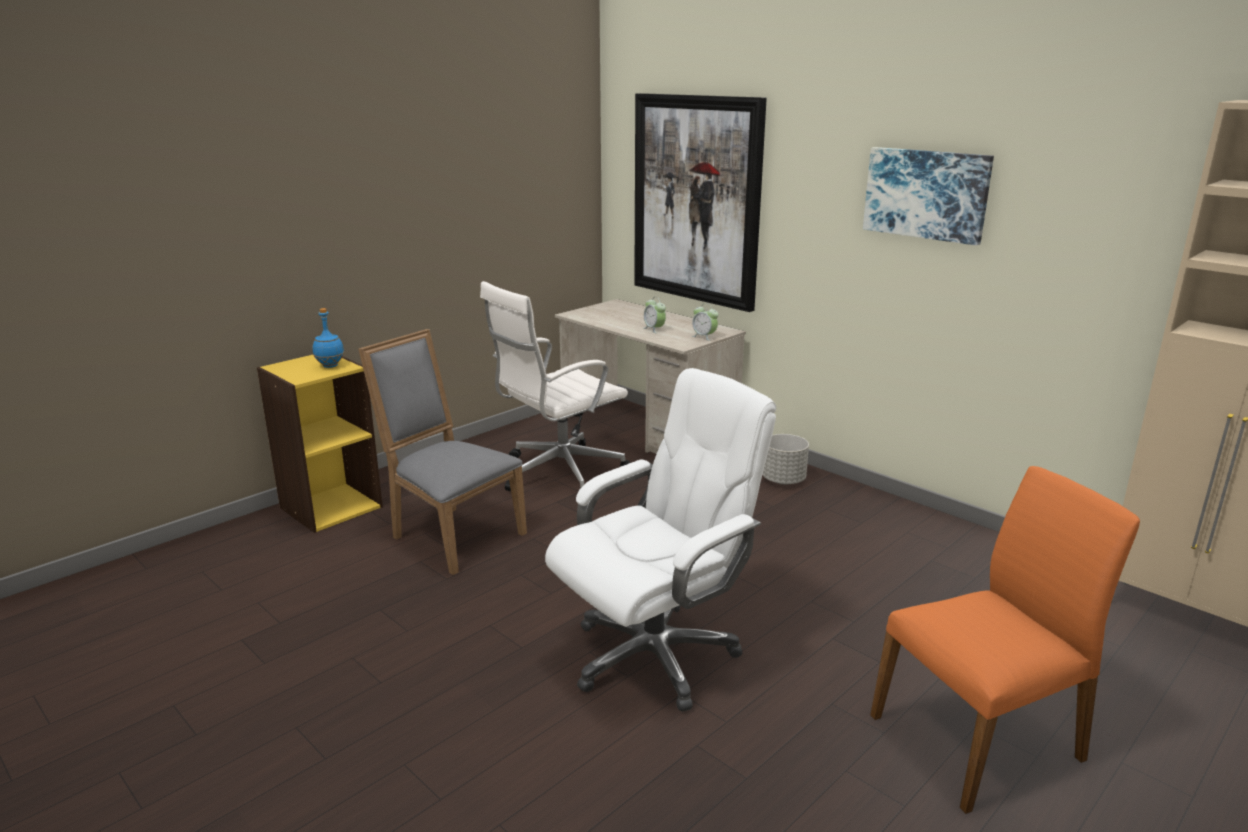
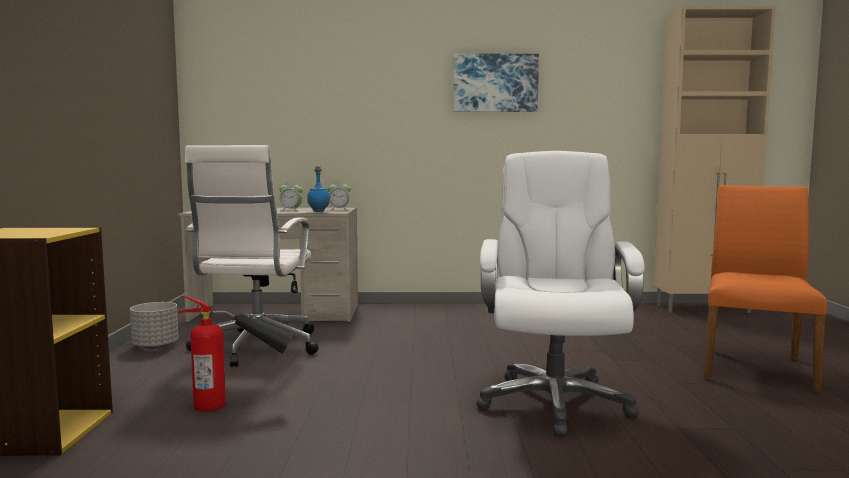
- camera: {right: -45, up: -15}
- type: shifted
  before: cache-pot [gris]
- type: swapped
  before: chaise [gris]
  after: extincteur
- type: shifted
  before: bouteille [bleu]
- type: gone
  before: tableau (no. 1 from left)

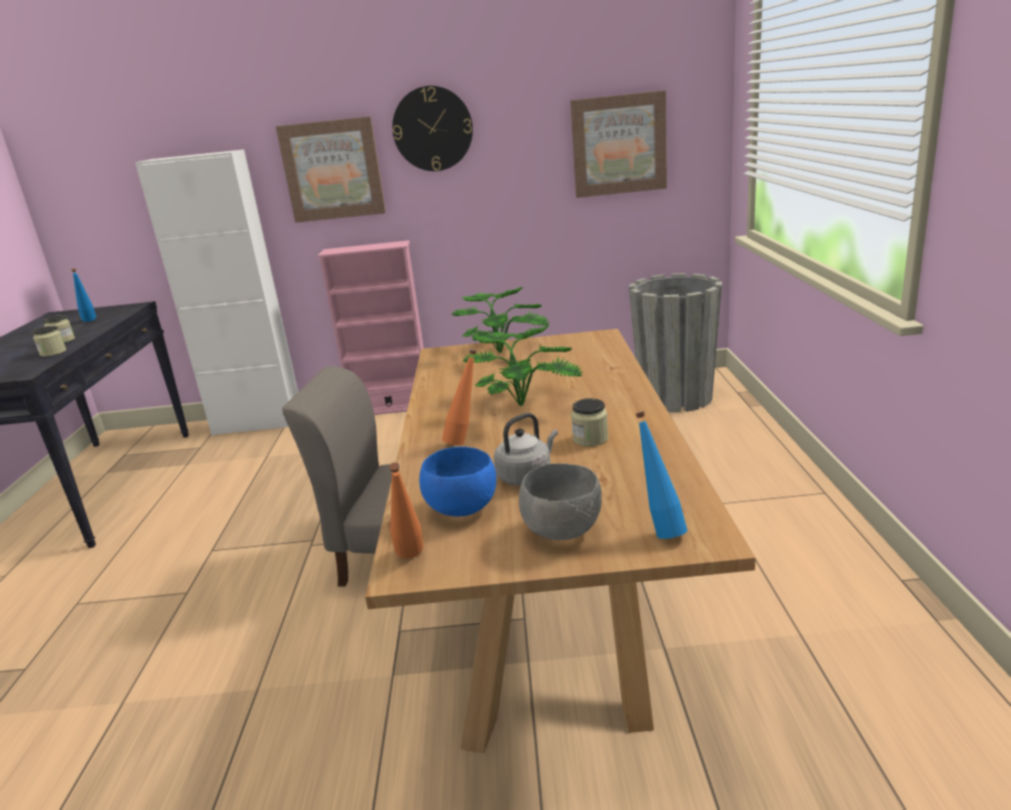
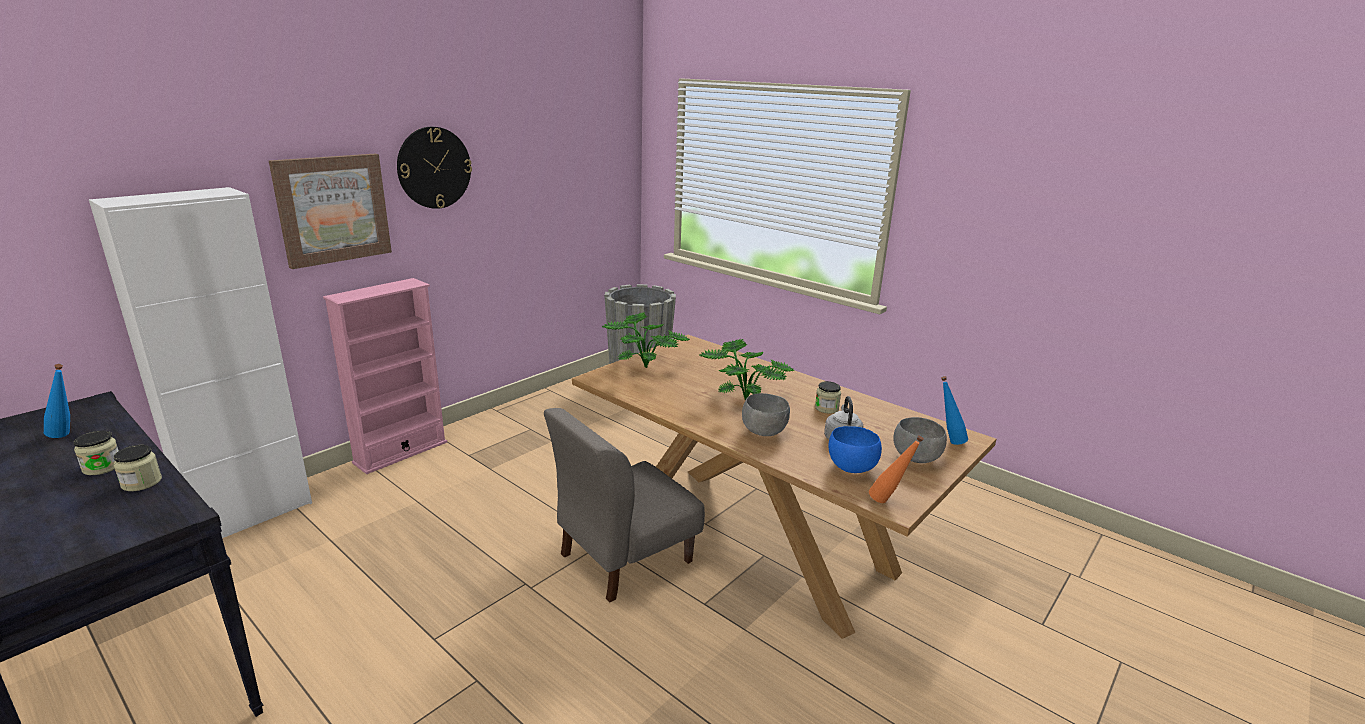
- camera: {right: -50, up: 0}
- type: swapped
  before: bouteille [orange] (no. 2 from left)
  after: bol [gris] (no. 1 from left)
- type: gone
  before: tableau (no. 2 from left)

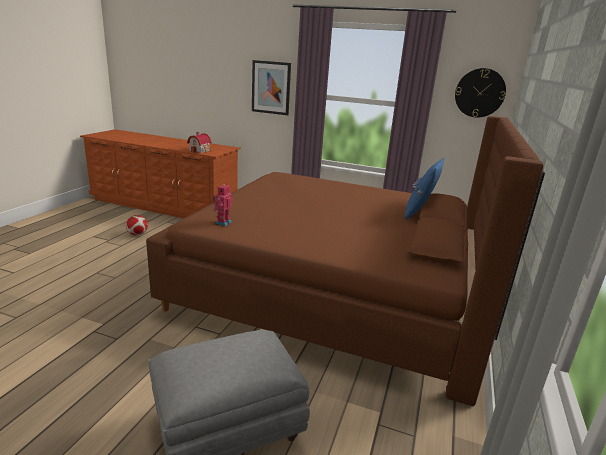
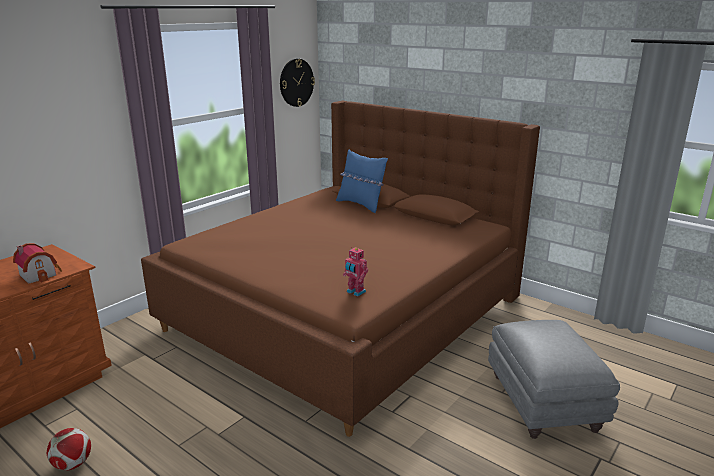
- camera: {right: -70, up: 0}
- type: gone
  before: tableau

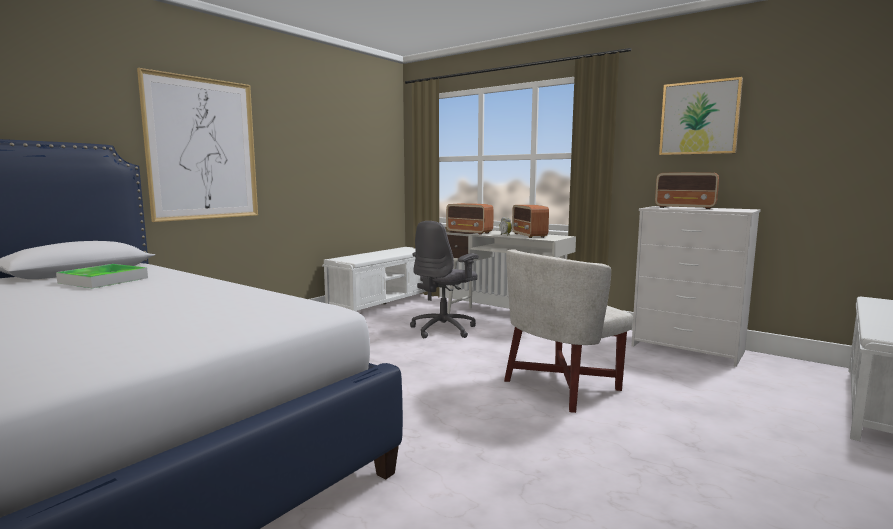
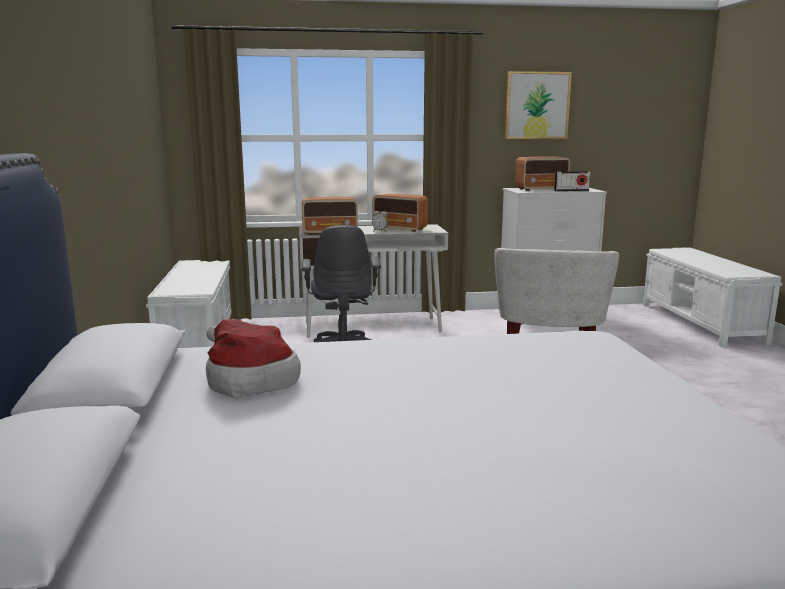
- camera: {right: -45, up: 5}
- type: swapped
  before: plateau
  after: chapeau
- type: new
  after: radio (no. 4 from left)
- type: gone
  before: tableau (no. 1 from left)

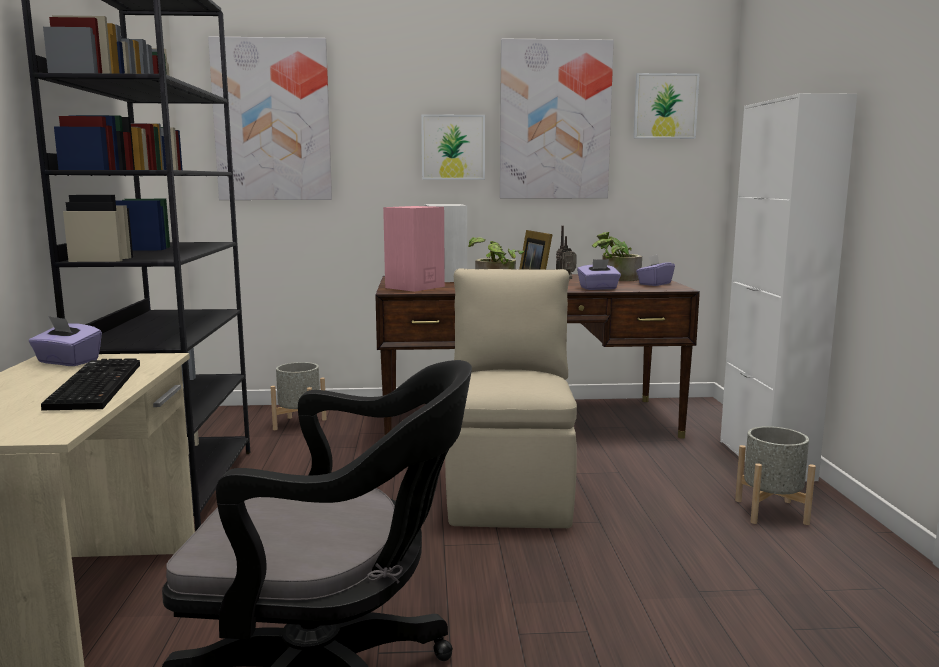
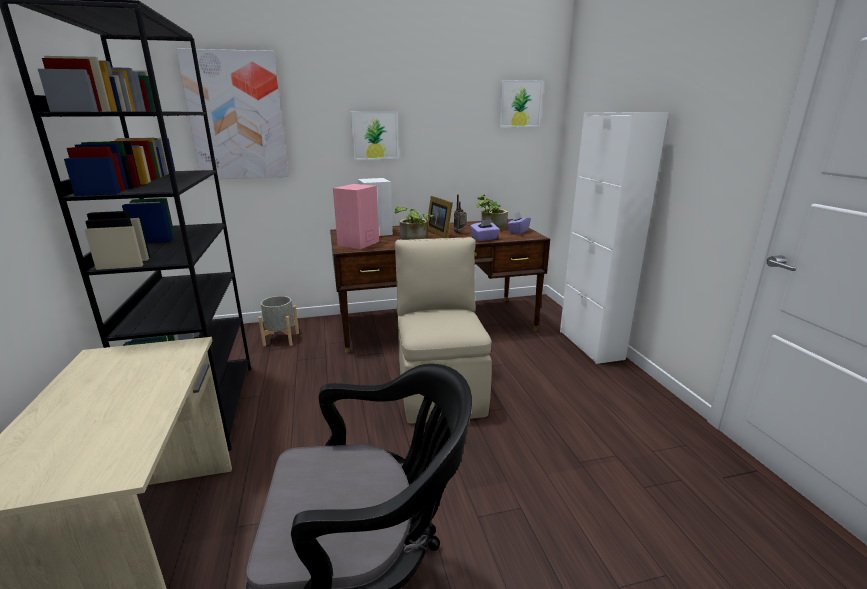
- camera: {right: -10, up: 10}
- type: gone
  before: boîte à mouchoirs [violet] (no. 1 from left)
- type: gone
  before: clavier
- type: gone
  before: tableau (no. 3 from left)
- type: gone
  before: cache-pot [gris] (no. 2 from left)

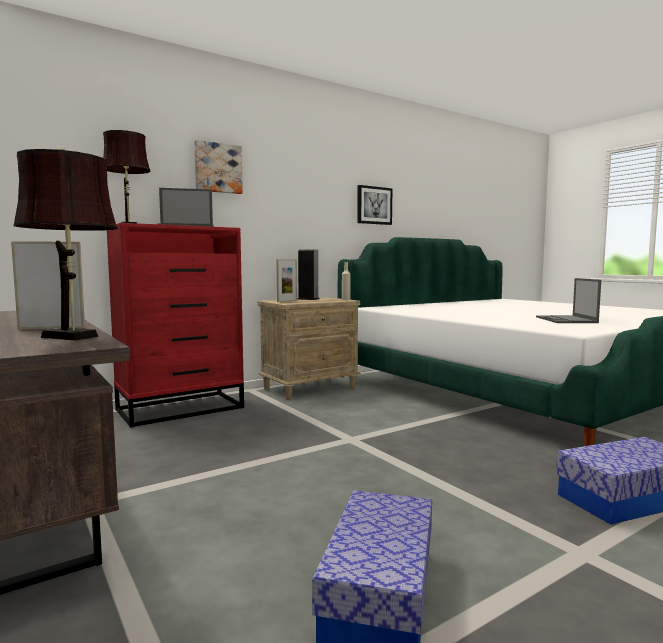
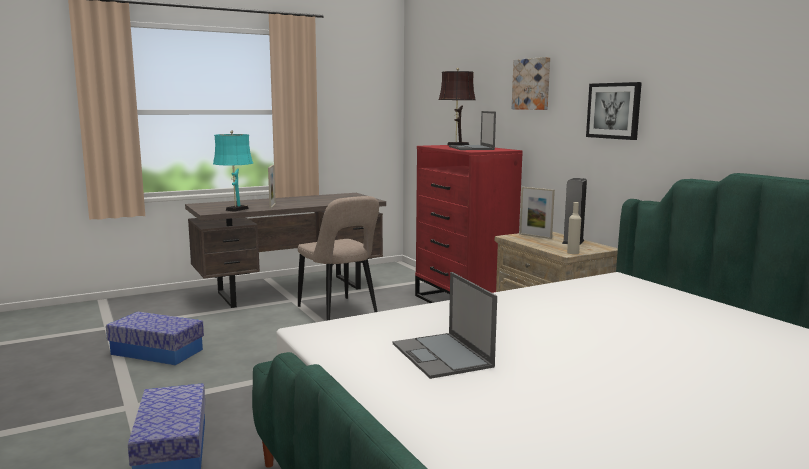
- camera: {right: 95, up: 5}
- type: repainted
  before: lampe de table [marron] (no. 1 from left)
  after: lampe de table [turquoise]
- type: new
  after: chaise [beige]
- type: rotated
  before: ordinateur portable (no. 2 from left in the first image)
  turn: -120
- type: shifted
  before: tableau (no. 2 from left)

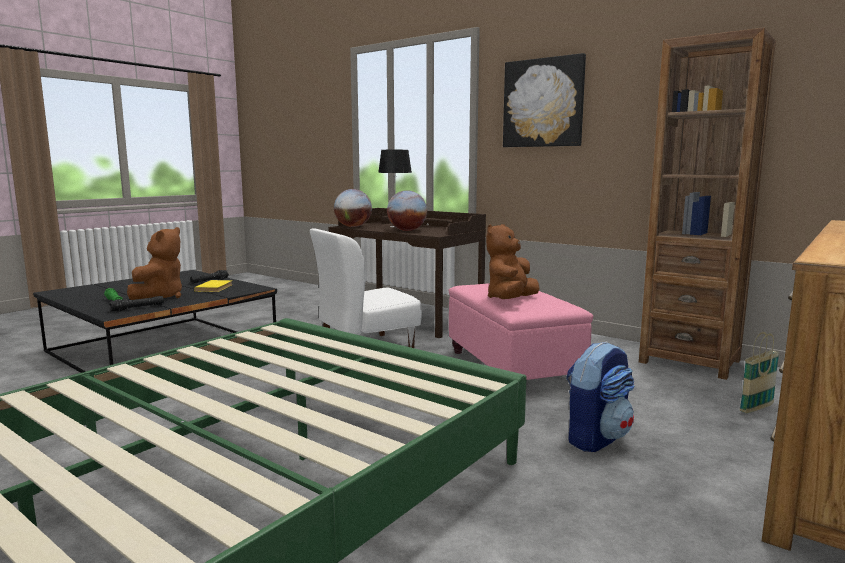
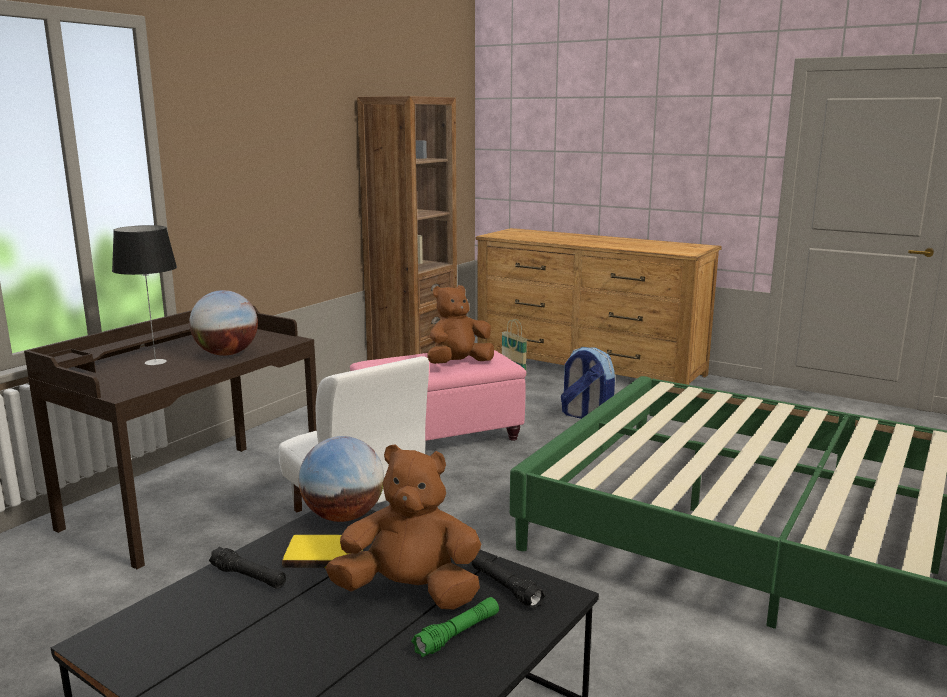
- camera: {right: -95, up: 5}
- type: shifted
  before: globe (no. 1 from left in the first image)
  after: globe (no. 2 from left)
- type: rotated
  before: peluche [marron] (no. 2 from left)
  turn: 120
- type: gone
  before: tableau

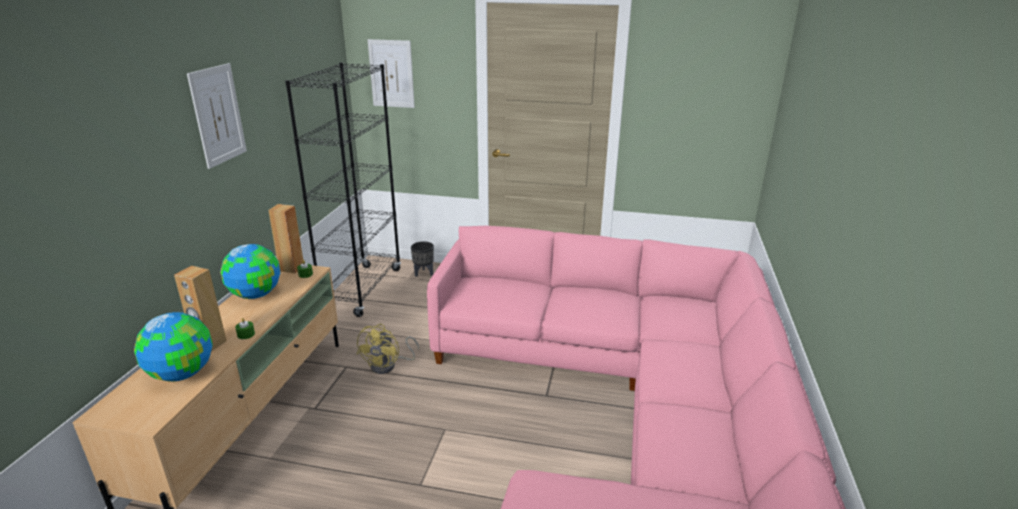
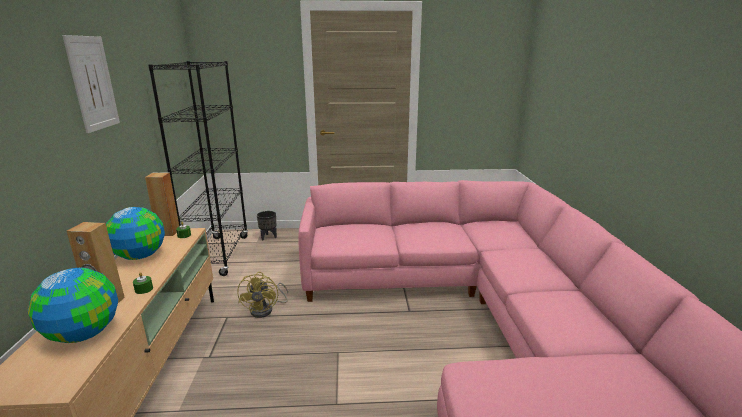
- camera: {right: -15, up: -5}
- type: gone
  before: tableau (no. 2 from left)

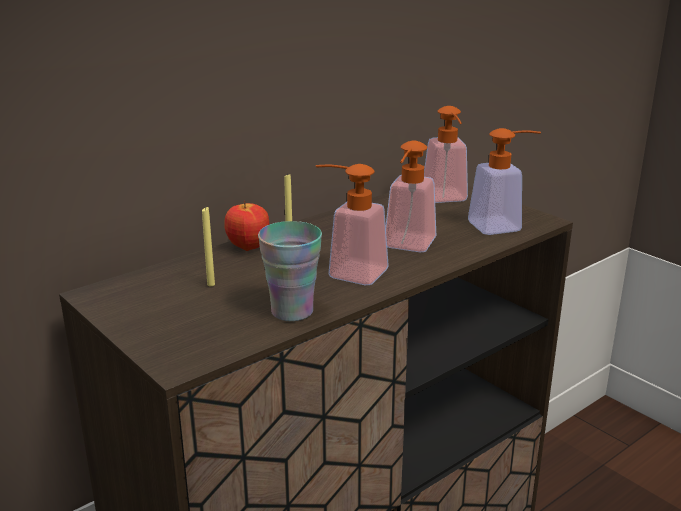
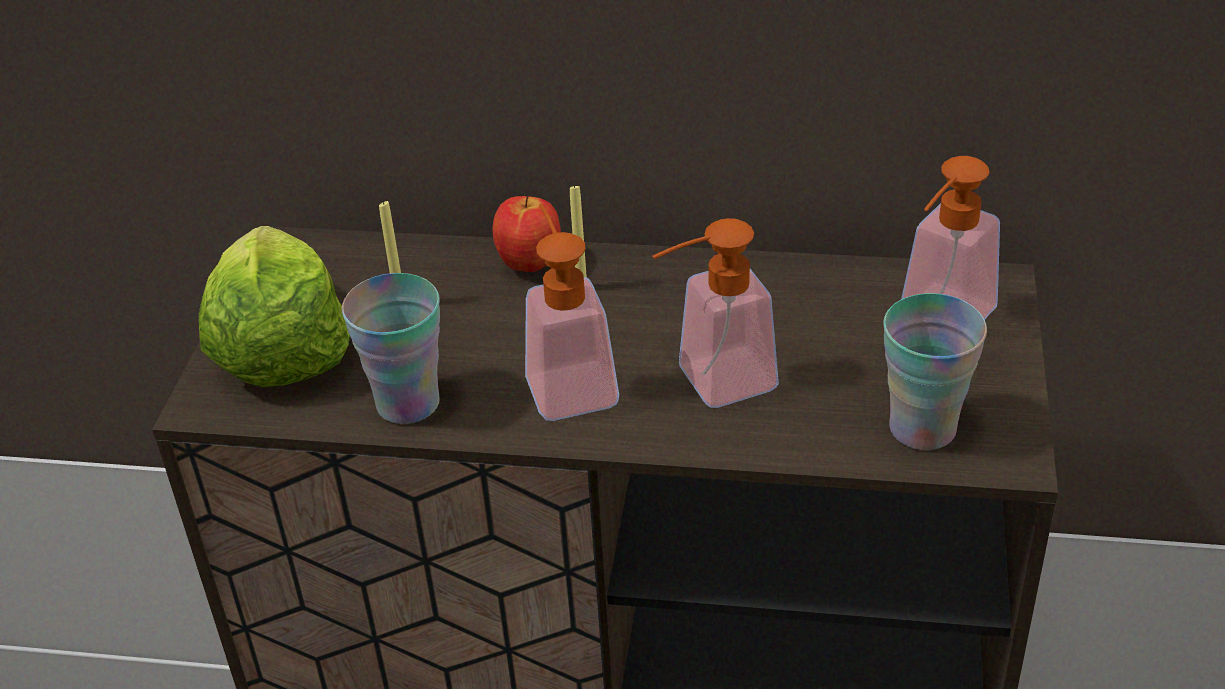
- camera: {right: 50, up: 15}
- type: new
  after: laitue
- type: swapped
  before: distributeur de savon (no. 4 from left)
  after: tasse (no. 2 from left)

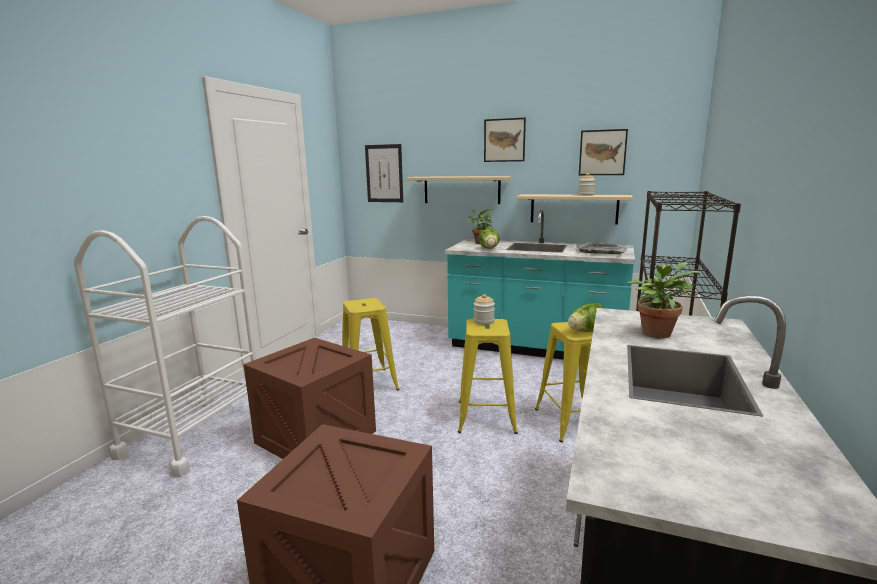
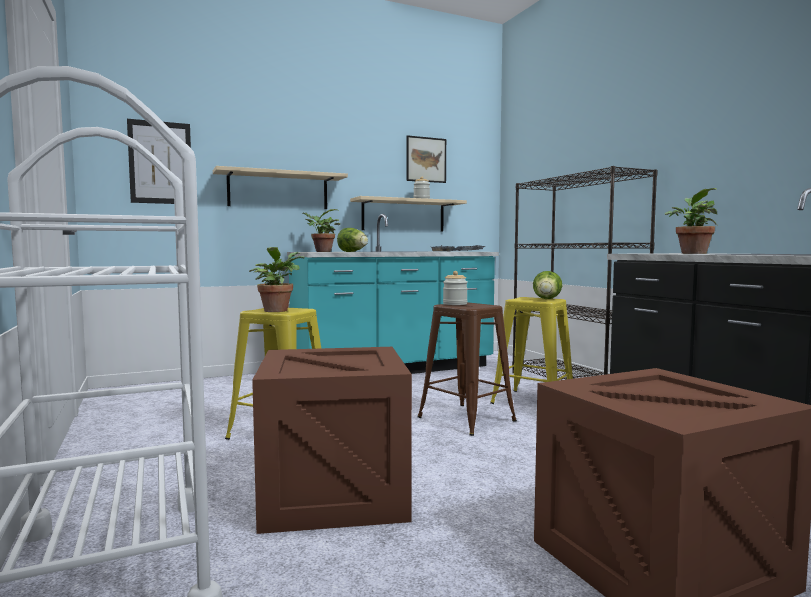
- camera: {right: -45, up: -10}
- type: new
  after: plante en pot (no. 1 from left)
- type: repainted
  before: tabouret [jaune] (no. 2 from left)
  after: tabouret [marron]
- type: gone
  before: tableau (no. 2 from left)

